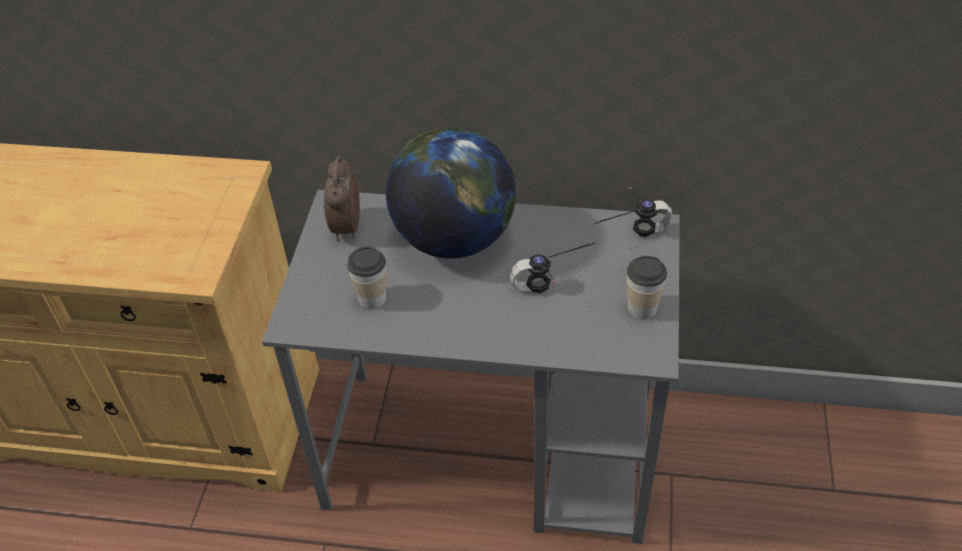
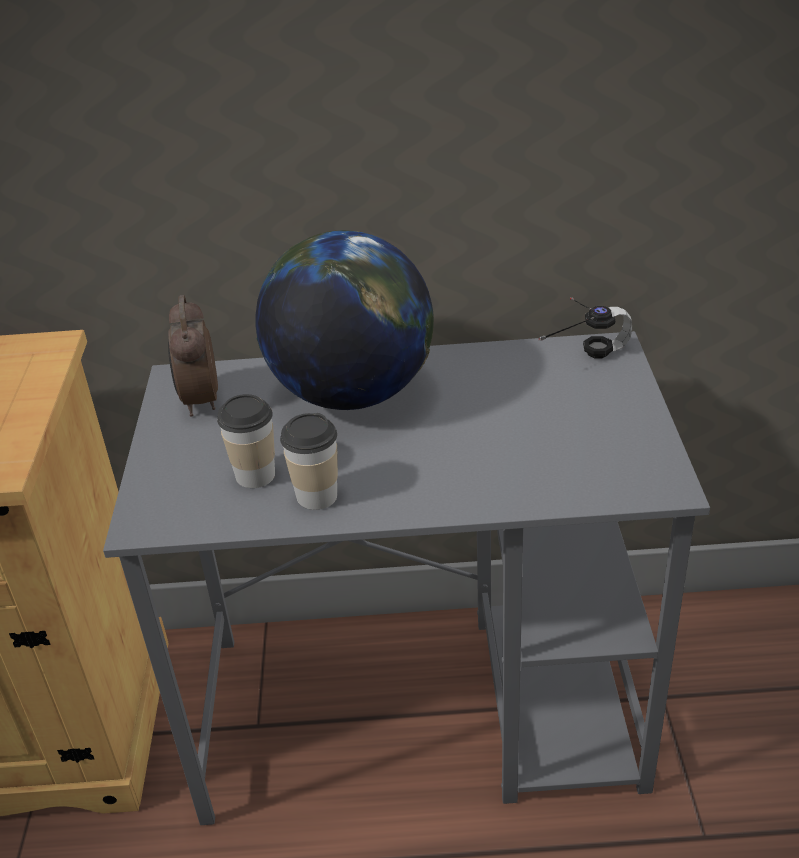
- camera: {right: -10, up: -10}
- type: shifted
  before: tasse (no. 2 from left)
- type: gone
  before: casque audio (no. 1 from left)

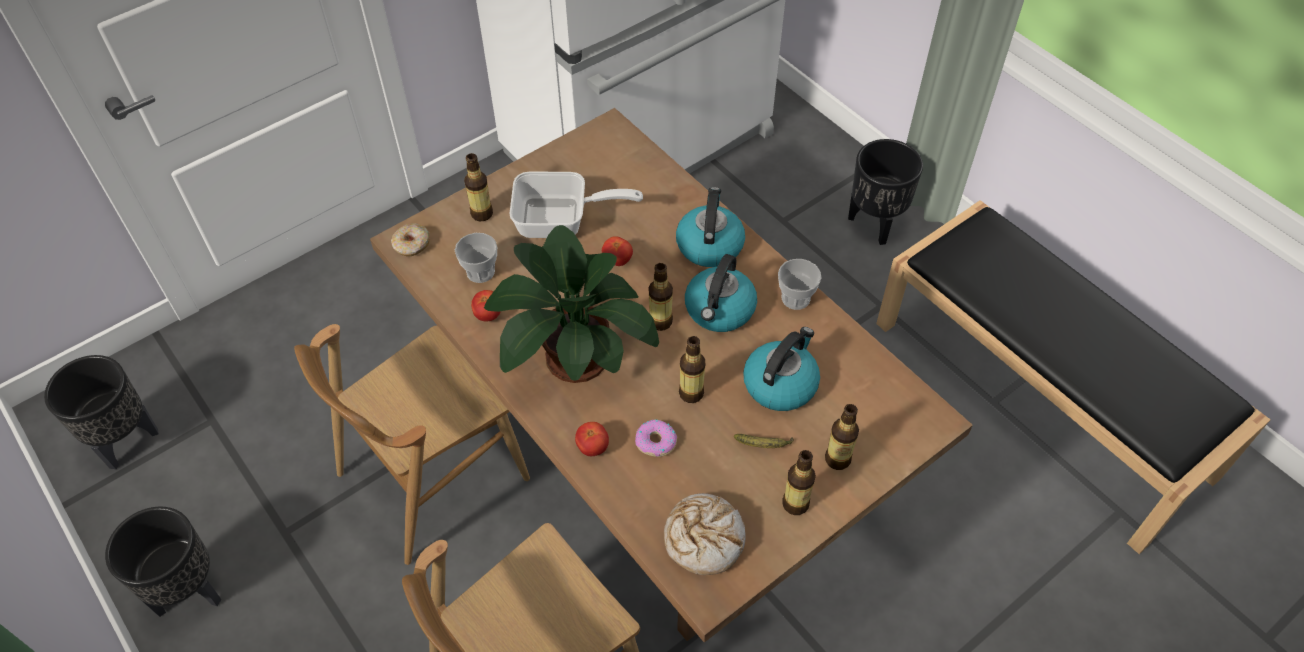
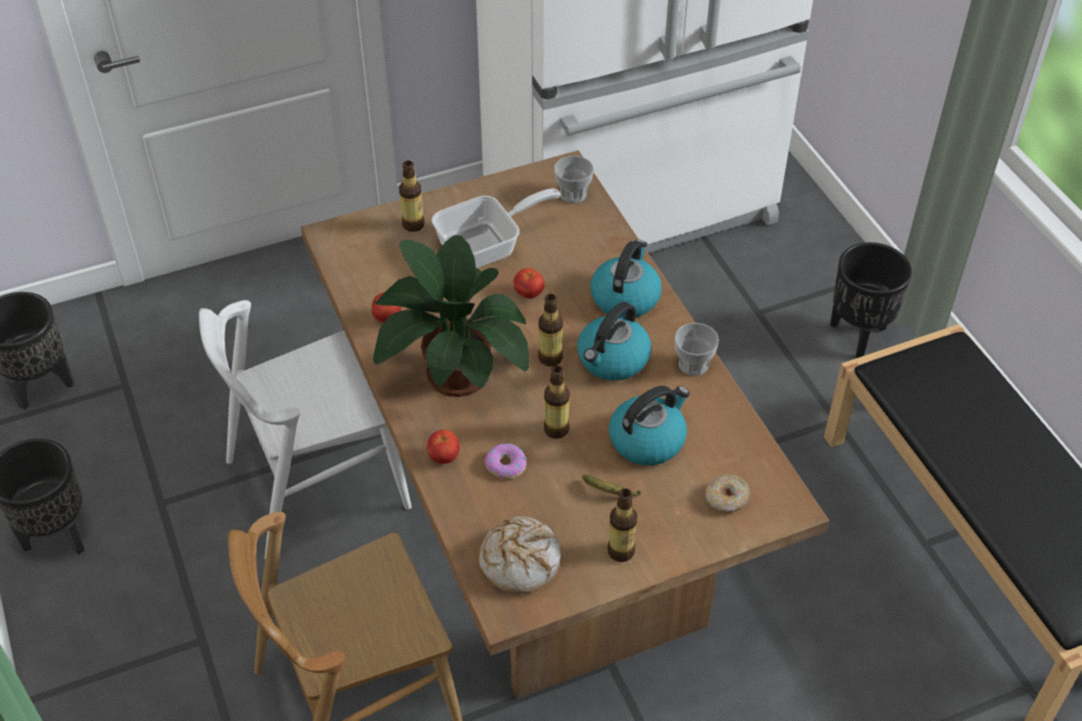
- camera: {right: 15, up: -5}
- type: repainted
  before: chaise [marron] (no. 1 from left)
  after: chaise [blanc]
- type: rotated
  before: poêle
  turn: -45
- type: shifted
  before: tasse (no. 1 from left)
- type: shifted
  before: beignet (no. 1 from left in the first image)
  after: beignet (no. 2 from left)
- type: gone
  before: bouteille (no. 5 from left)

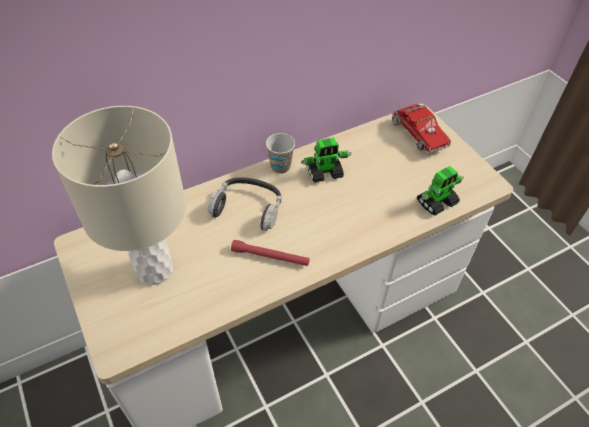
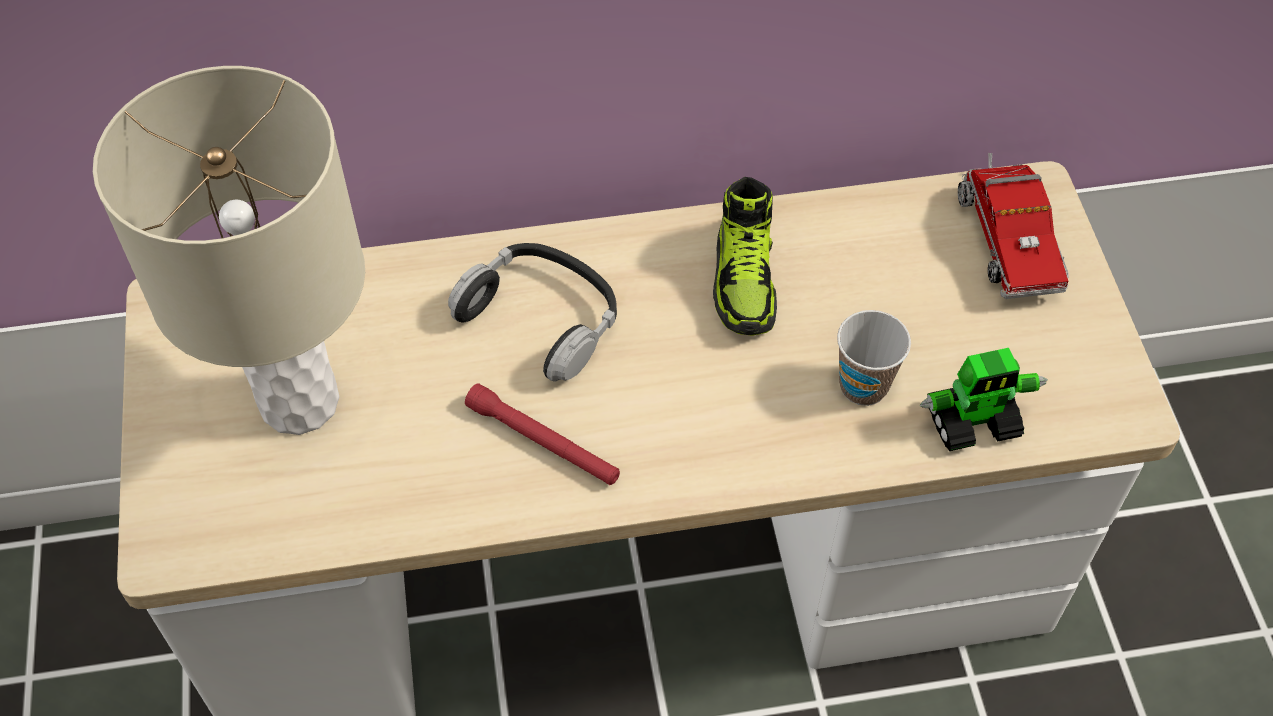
- camera: {right: 20, up: 5}
- type: swapped
  before: robot jouet (no. 1 from left)
  after: chaussure
- type: shifted
  before: tasse

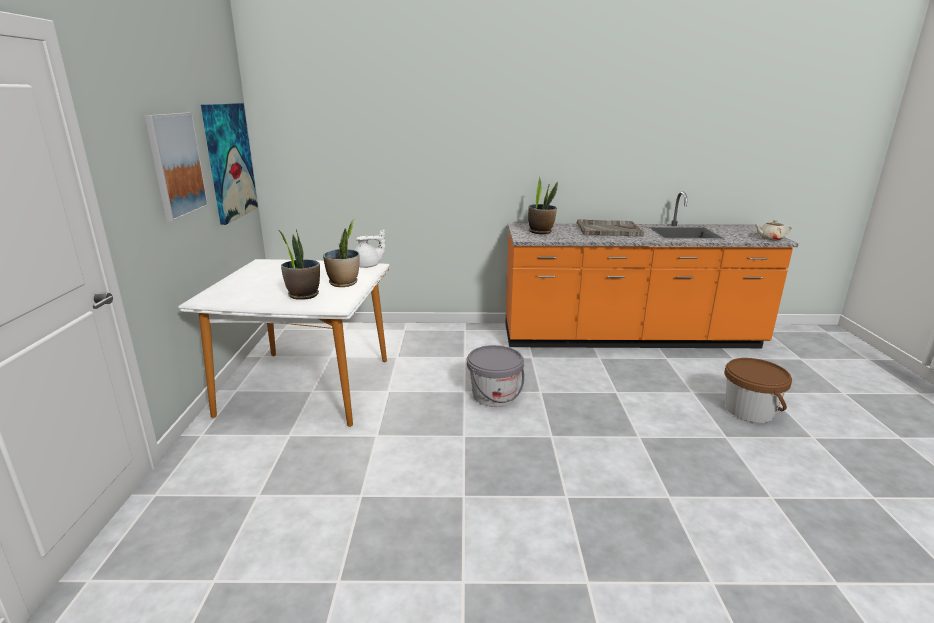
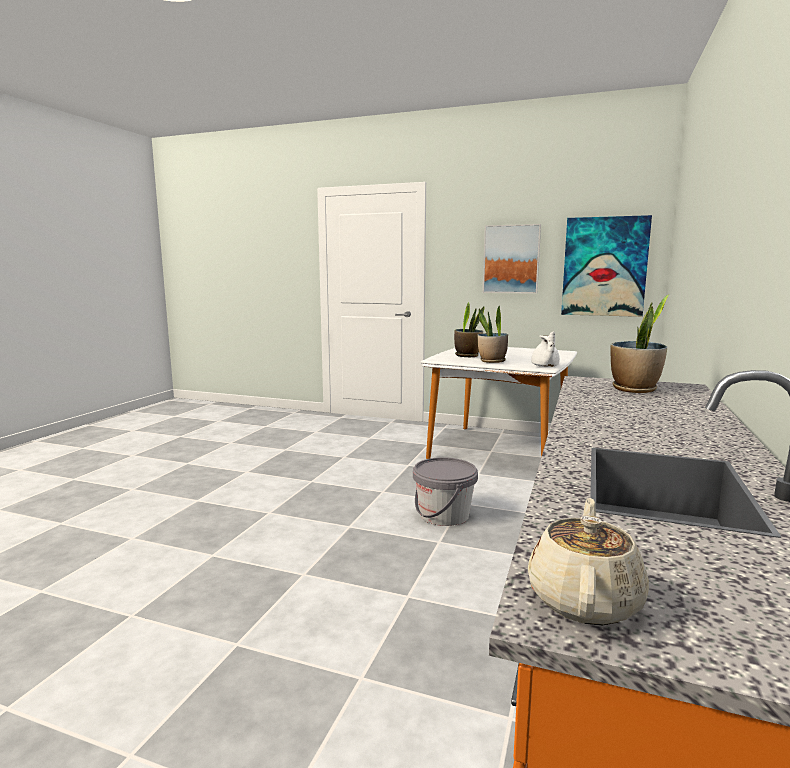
- camera: {right: 110, up: -10}
- type: gone
  before: plateau [gris]
- type: gone
  before: seau [marron]

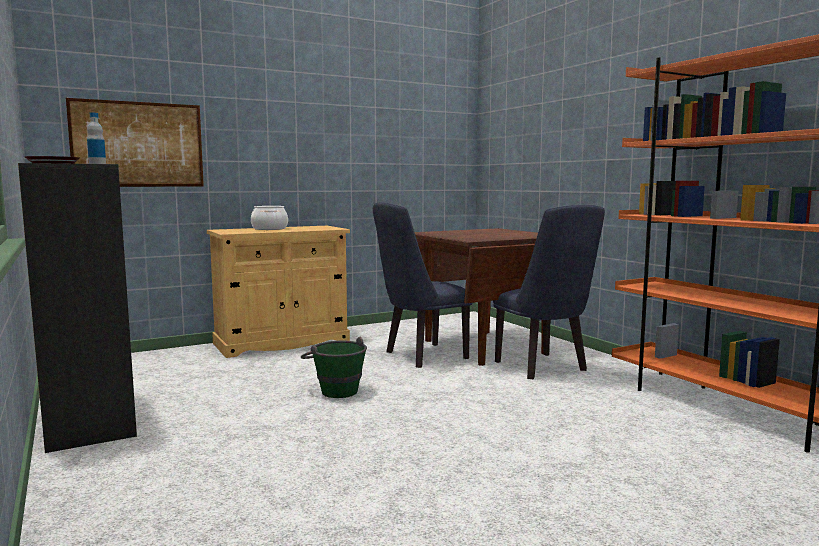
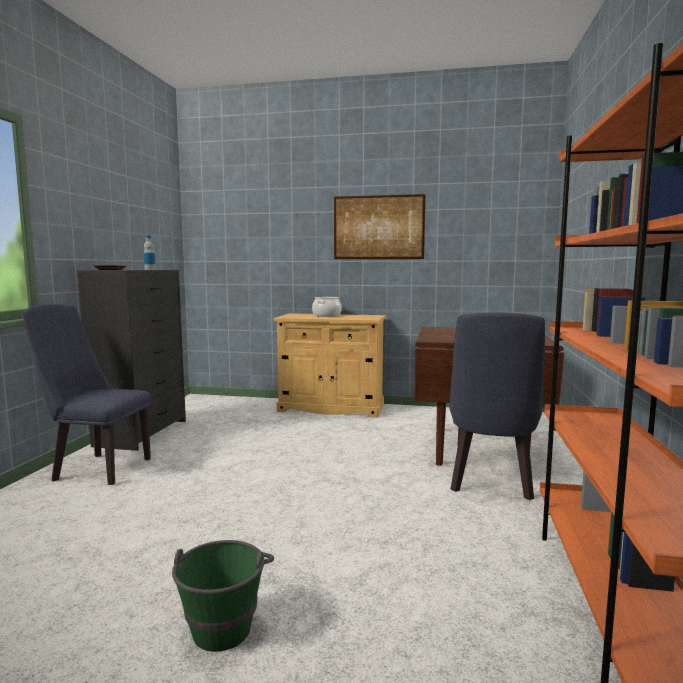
- camera: {right: 40, up: 0}
- type: shifted
  before: chaise [bleu] (no. 1 from left)
- type: shifted
  before: seau [vert]
- type: shifted
  before: tableau

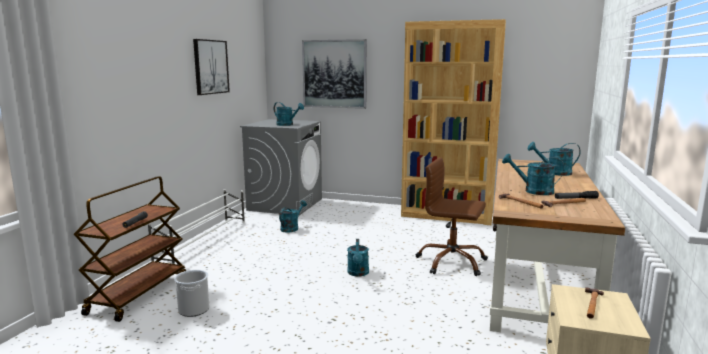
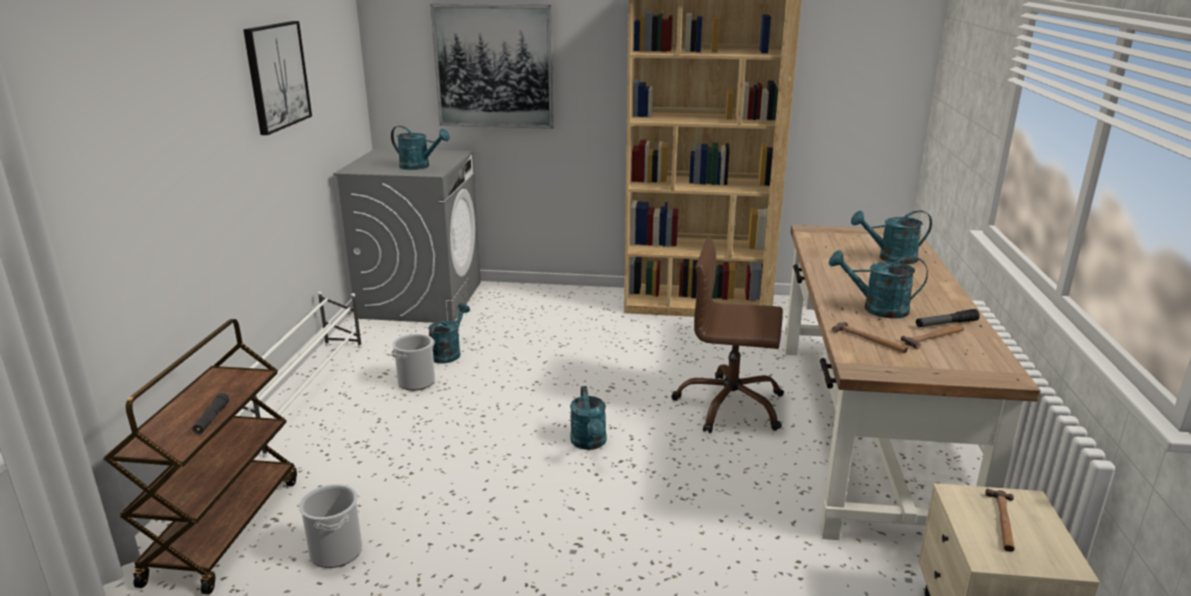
- camera: {right: -10, up: 10}
- type: new
  after: seau (no. 2 from left)

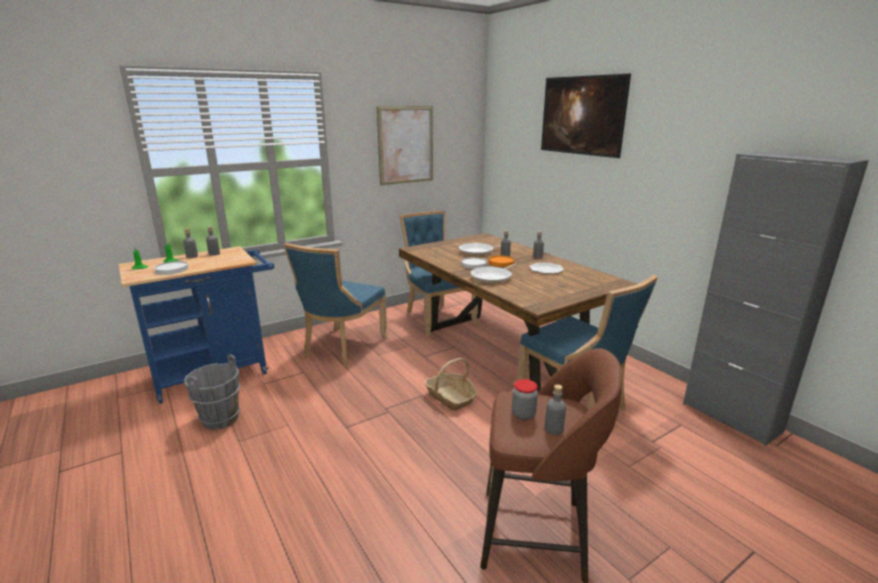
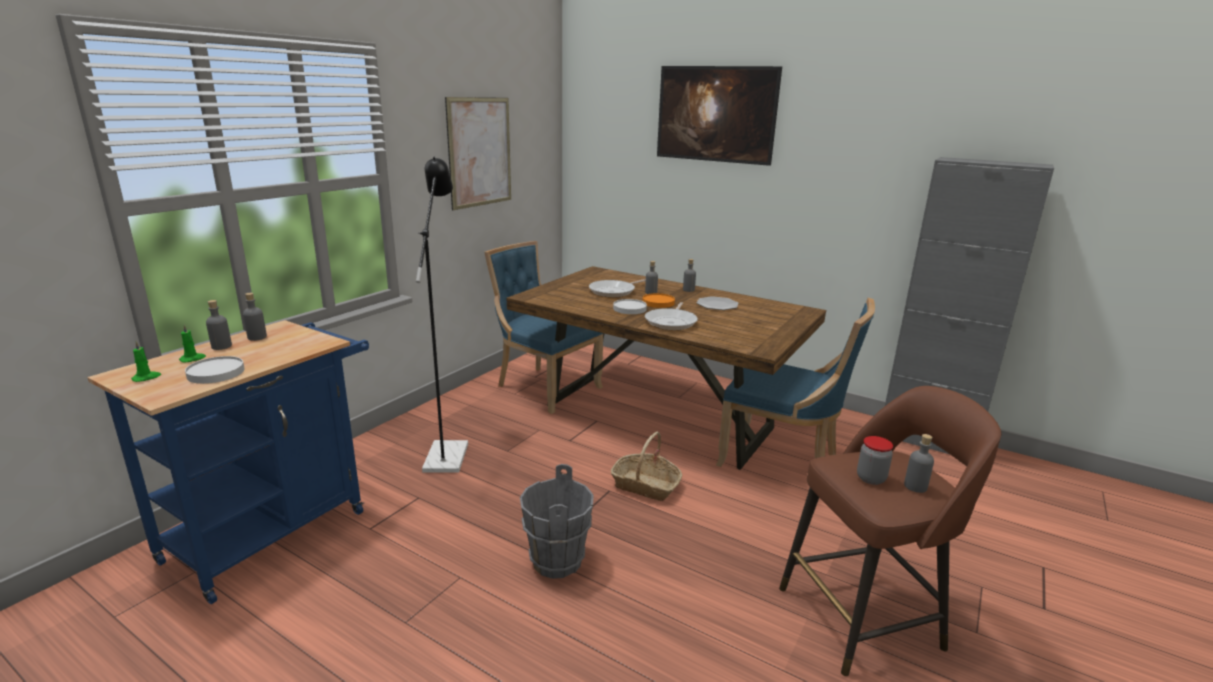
- camera: {right: -25, up: 0}
- type: swapped
  before: chaise [bleu] (no. 1 from left)
  after: lampadaire [noir]
- type: shifted
  before: seau [gris]

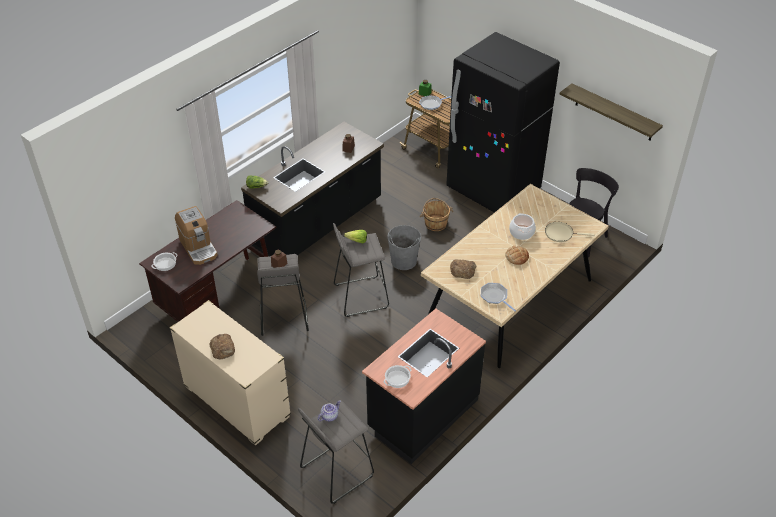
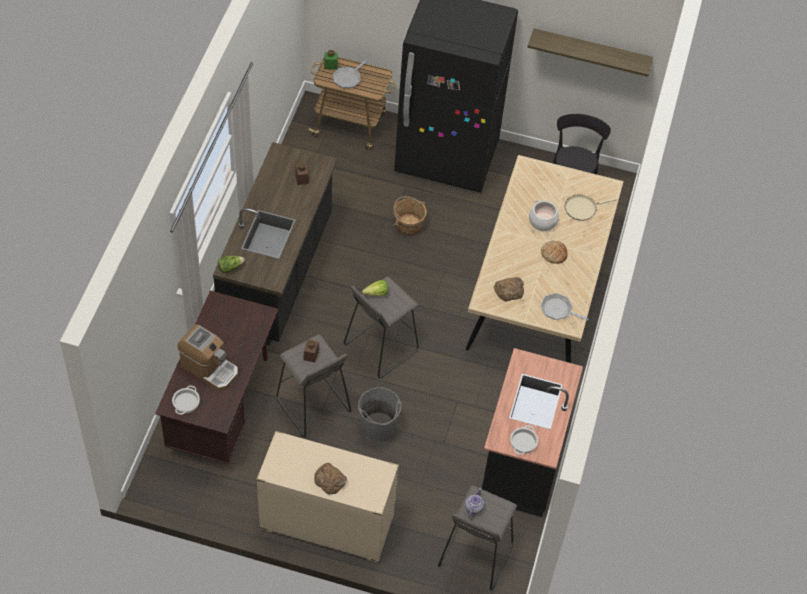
- camera: {right: -30, up: 10}
- type: shifted
  before: seau [gris]

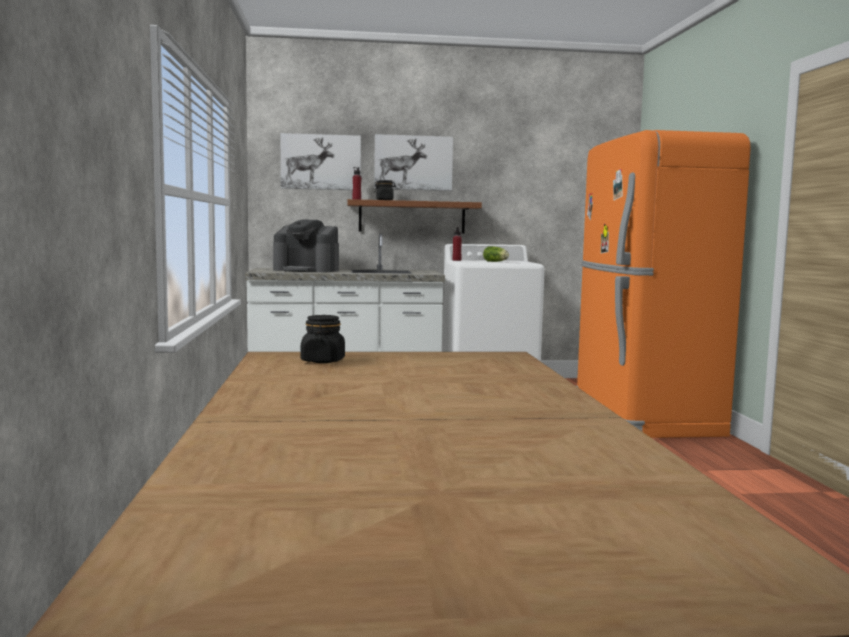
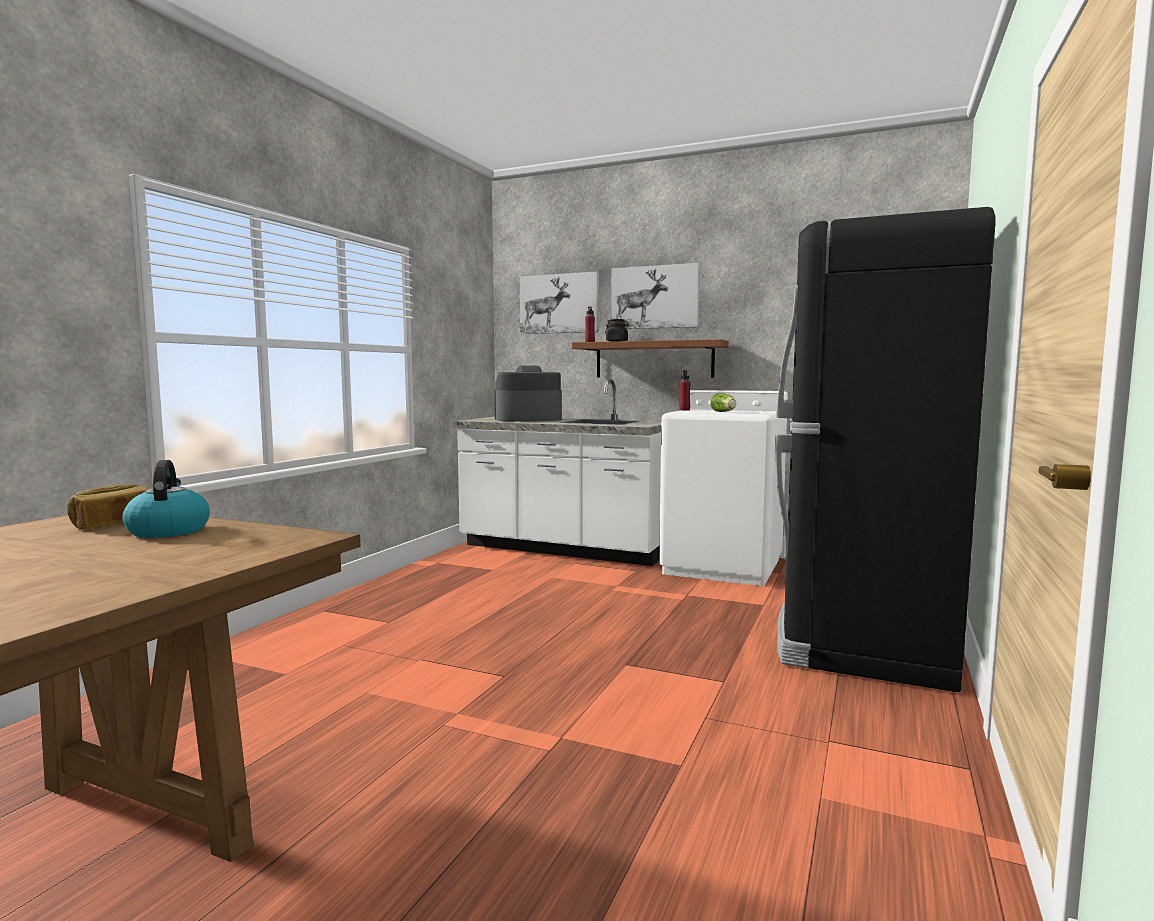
- camera: {right: 30, up: 0}
- type: swapped
  before: bocal [noir] (no. 1 from left)
  after: pain
- type: new
  after: bouilloire
- type: rotated
  before: machine à café
  turn: 120
- type: repainted
  before: réfrigérateur [orange]
  after: réfrigérateur [noir]

